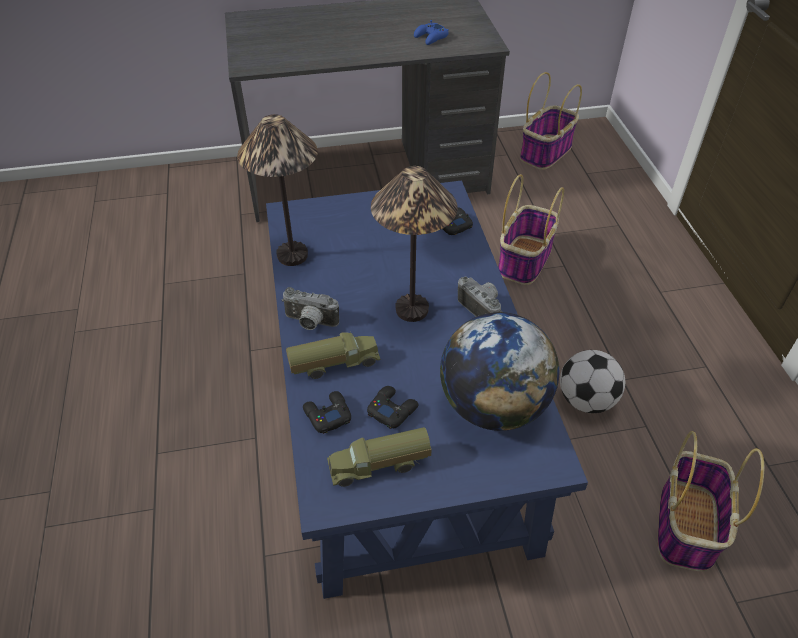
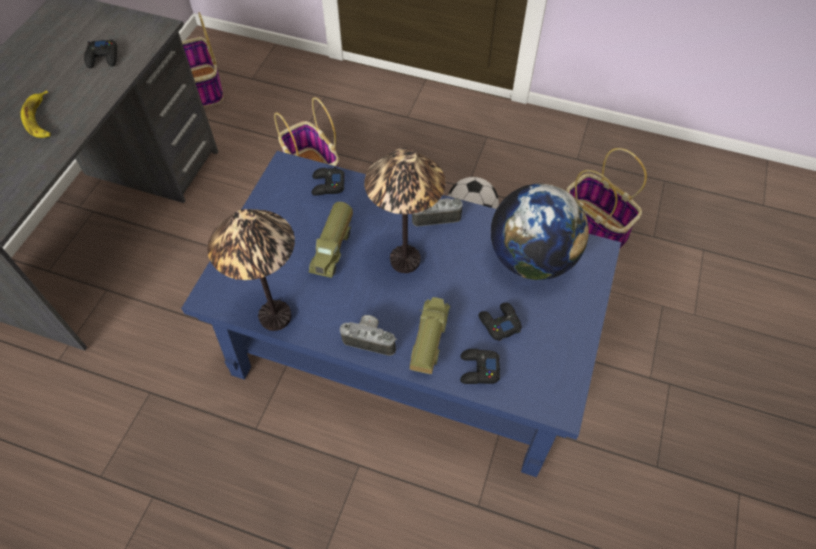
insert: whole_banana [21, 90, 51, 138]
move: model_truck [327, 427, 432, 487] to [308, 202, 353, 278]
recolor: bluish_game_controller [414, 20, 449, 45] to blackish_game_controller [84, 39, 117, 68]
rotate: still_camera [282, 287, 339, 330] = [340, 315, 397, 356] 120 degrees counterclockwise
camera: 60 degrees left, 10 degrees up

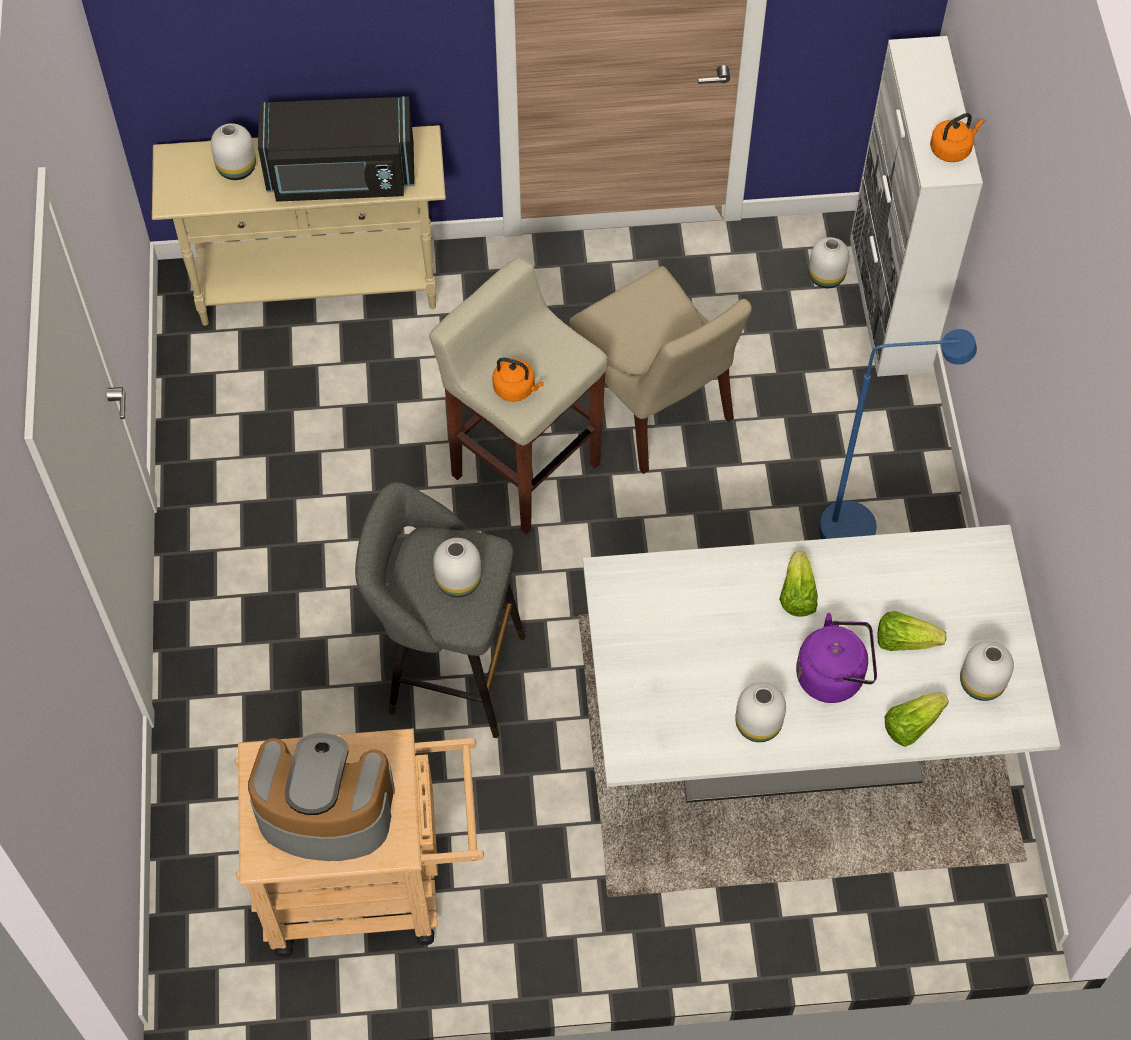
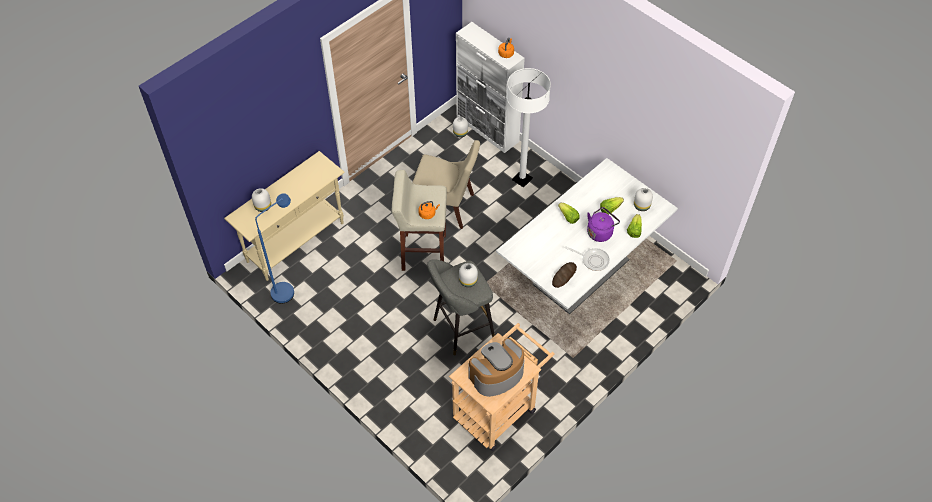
delete: blackish_microwave_oven [258, 96, 415, 202]
insert: white_standard_lamp [507, 68, 551, 187]; bakery_bread [552, 262, 577, 288]
move: bluish_standard_lamp [819, 329, 977, 539] to [255, 193, 294, 303]
replace: white_flower_vase [735, 682, 786, 742] to skillet [565, 246, 610, 271]
camera: 40 degrees left, 5 degrees down

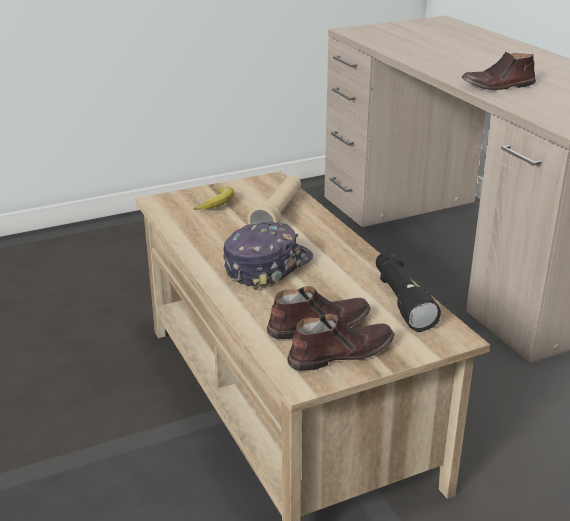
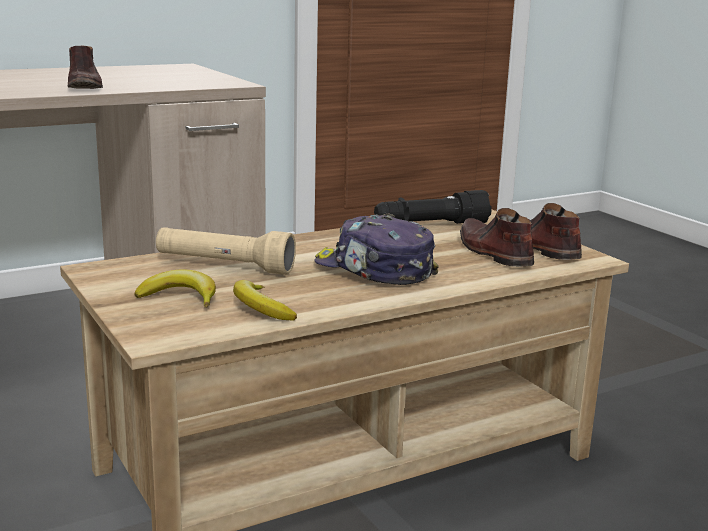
insert: whole_banana [233, 280, 297, 321]
camera: 95 degrees left, 10 degrees down

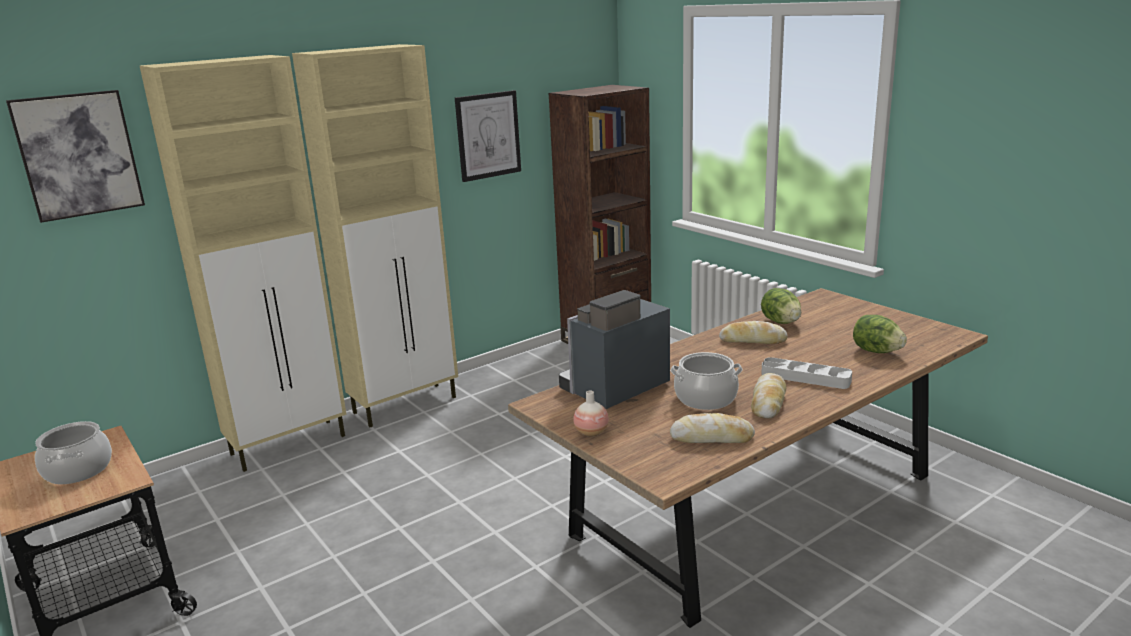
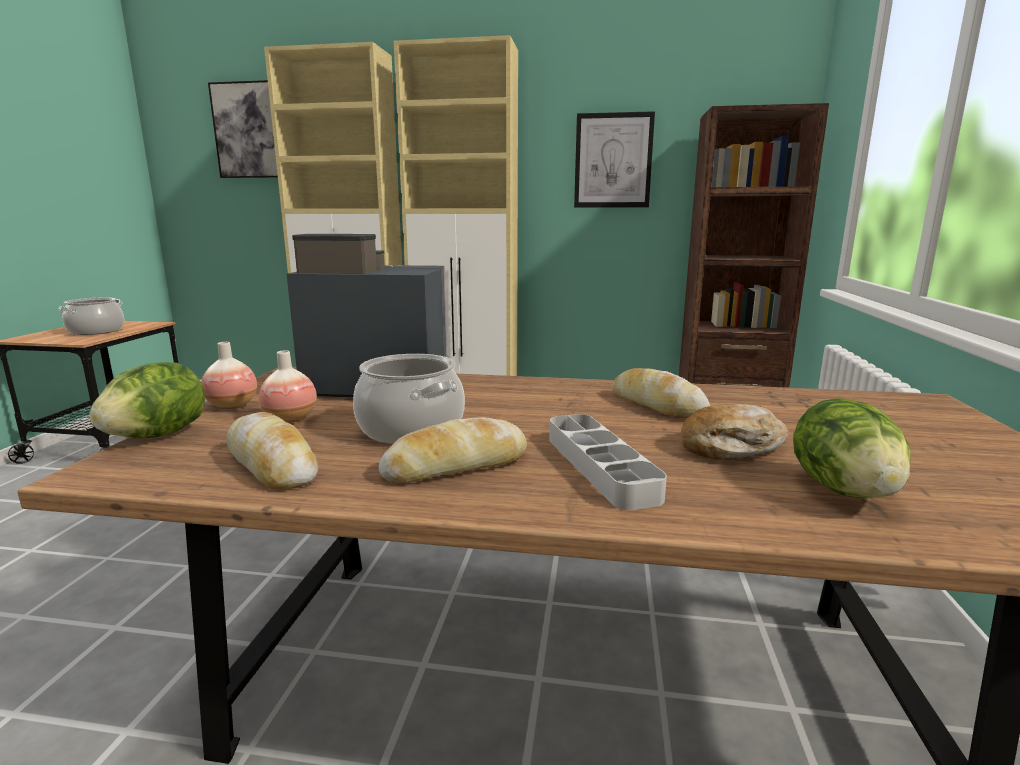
insert: flower_vase [259, 350, 317, 423]; bakery_bread [681, 403, 788, 460]
move: head_of_lettuce [761, 288, 801, 324] to [89, 362, 205, 439]
camera: 45 degrees right, 5 degrees down

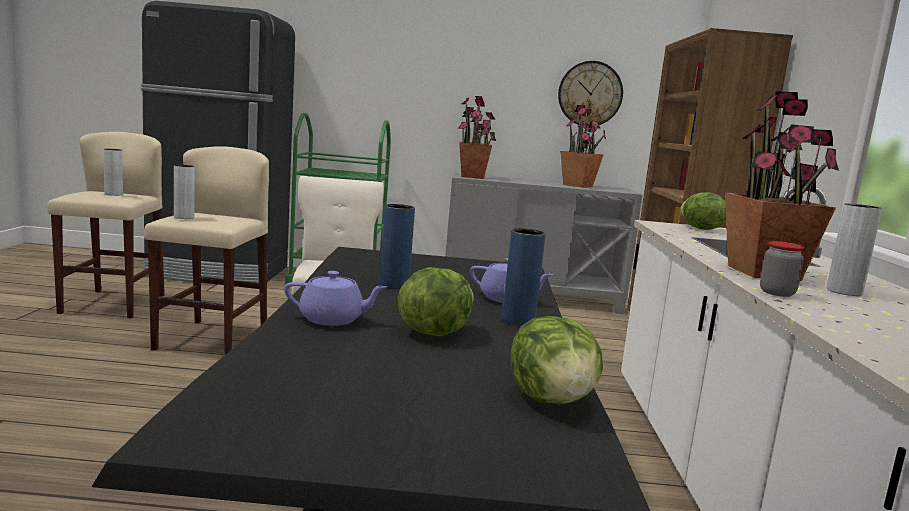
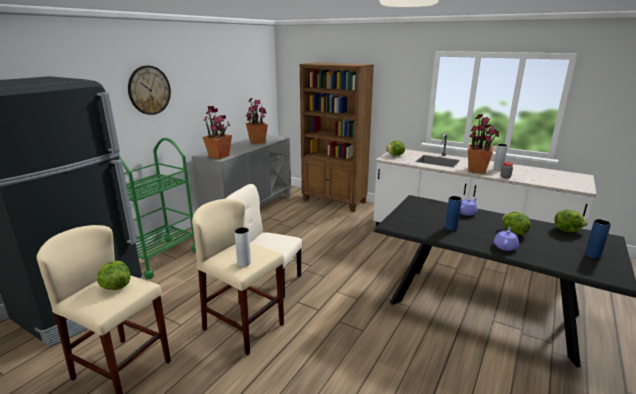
move: bluish_flower_vase [502, 228, 546, 325] to [585, 219, 611, 259]; wall_clock [558, 61, 623, 127] to [128, 66, 171, 115]
replace: grey_flower_vase [103, 149, 123, 196] to head_of_lettuce [97, 261, 130, 290]
camera: 60 degrees left, 10 degrees up

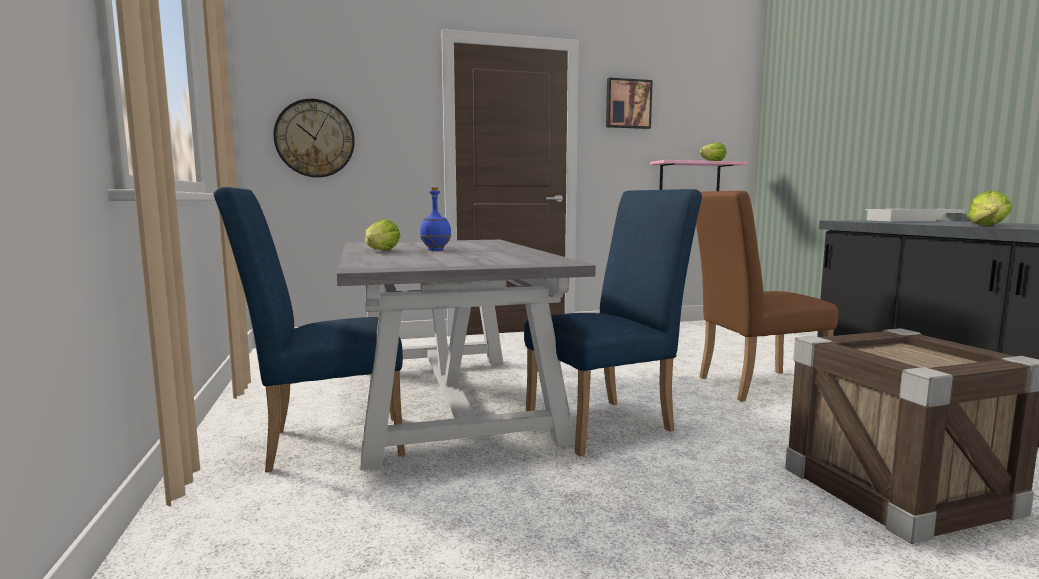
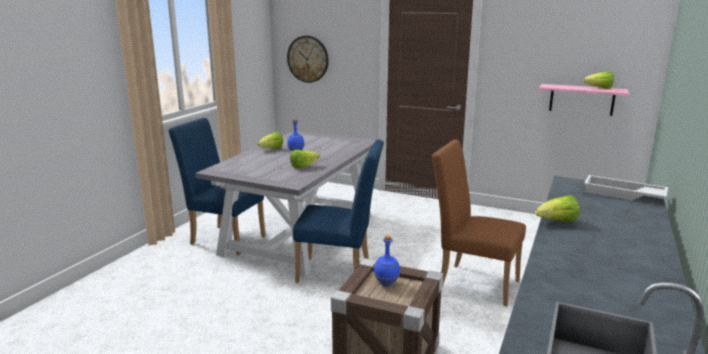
delete: picture [606, 78, 653, 129]
insert: head_of_lettuce [290, 150, 320, 168]; bluish_drink_bottle [374, 235, 400, 286]
camera: 40 degrees right, 10 degrees up

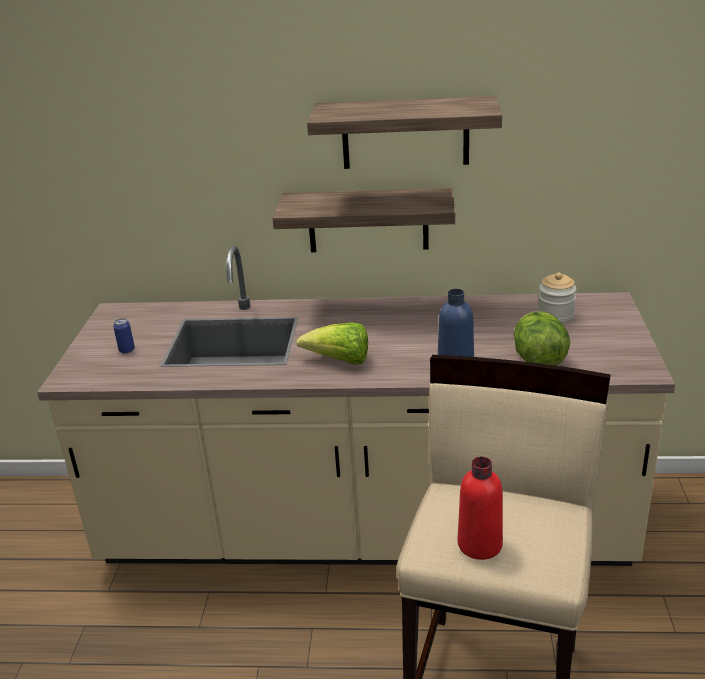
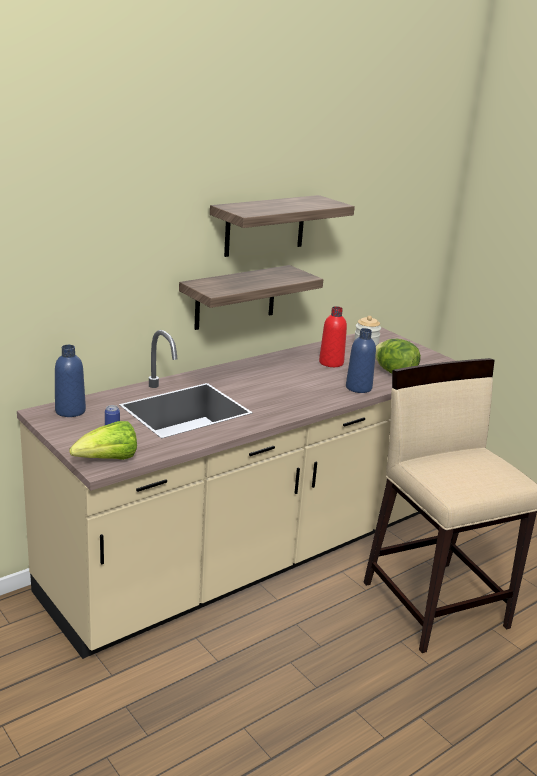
insert: bluish_drink_bottle [55, 345, 86, 417]
move: head_of_lettuce [296, 322, 368, 364] to [70, 421, 137, 460]; reddish_drink_bottle [458, 456, 503, 560] to [319, 306, 347, 367]
camera: 45 degrees left, 5 degrees down

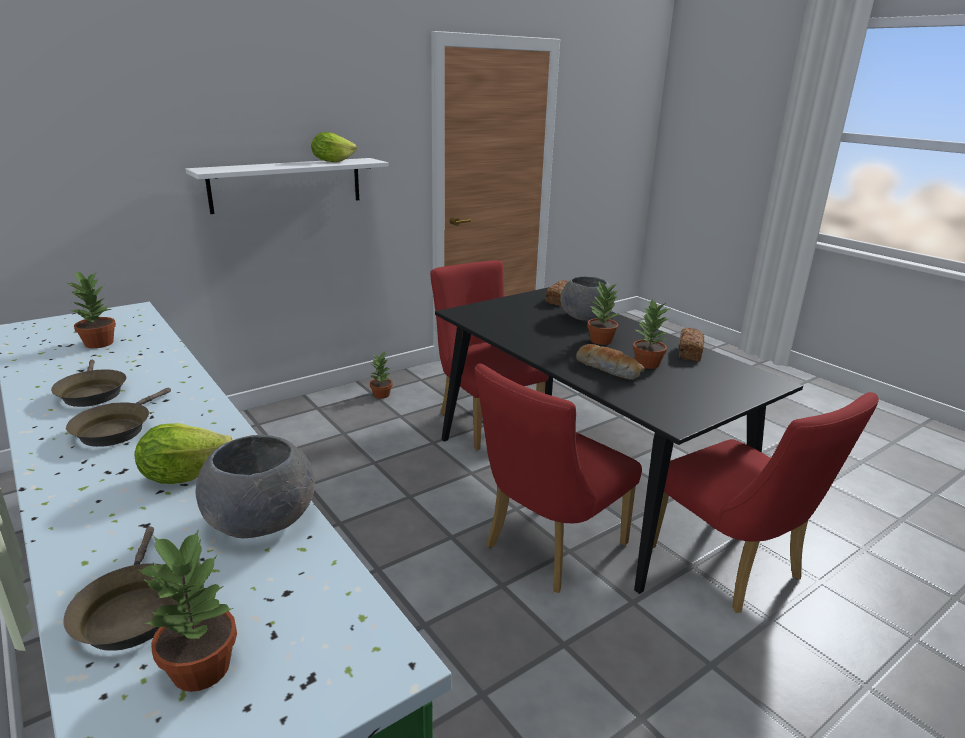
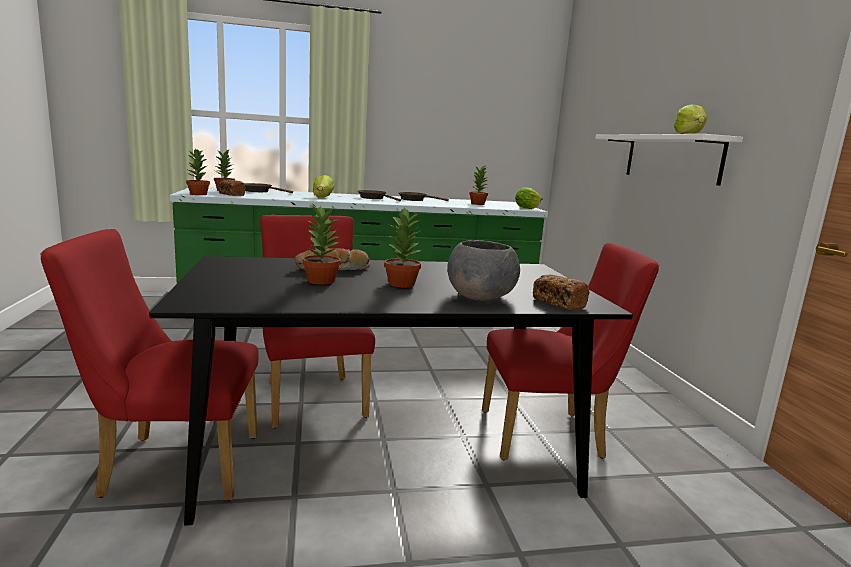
delete: grey_bowl [196, 435, 315, 538]
insert: head_of_lettuce [515, 188, 542, 209]
move: plant_in_a_pot [370, 351, 393, 399] to [186, 149, 210, 195]; bakery_bread [679, 328, 704, 361] to [218, 180, 245, 196]
camera: 115 degrees right, 10 degrees down

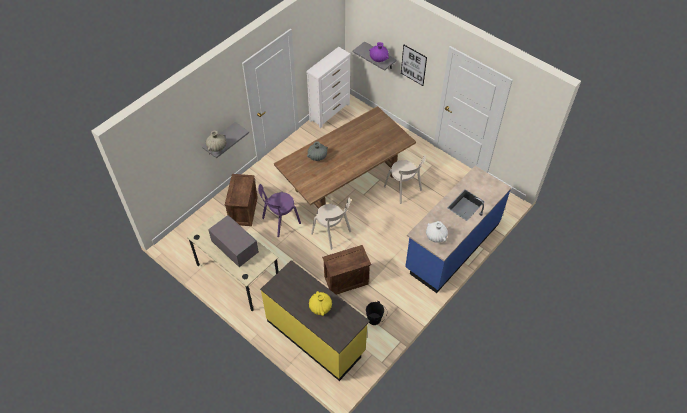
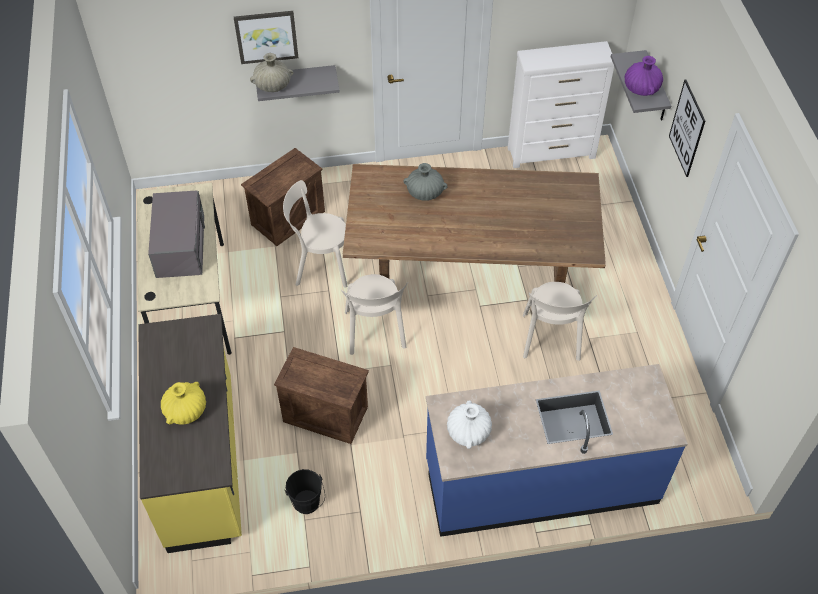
insert: picture [234, 11, 298, 64]
recolor: purplish_plain_chair [258, 184, 301, 237] to sand-coloured_plain_chair [283, 180, 347, 288]
camera: 40 degrees right, 0 degrees up

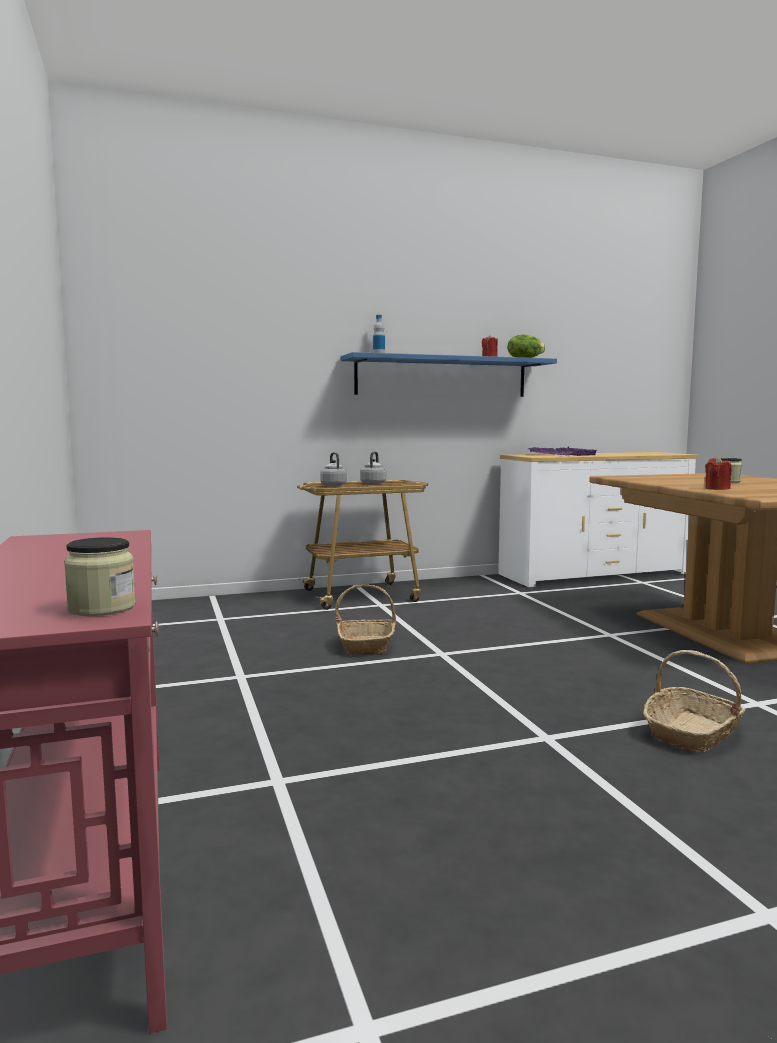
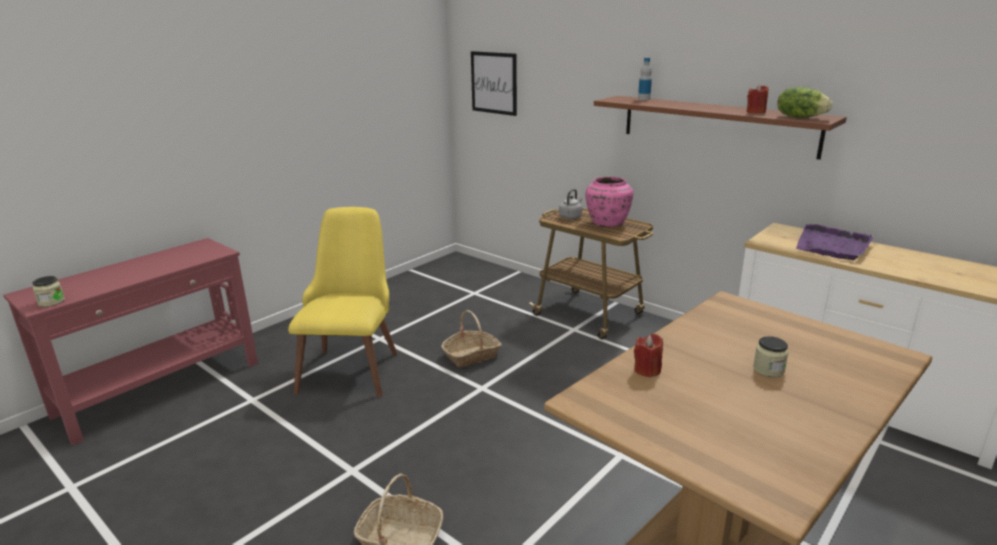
insert: yellowish_plain_chair [288, 207, 397, 397]; picture [471, 51, 517, 116]
replace: grey_kettle [360, 451, 386, 484] to pinkish_flower_vase [586, 177, 633, 227]
recolor: bluish_wall_shelf [341, 352, 557, 397] to brown-coloured_wall_shelf [594, 96, 847, 160]
camera: 60 degrees right, 15 degrees up

